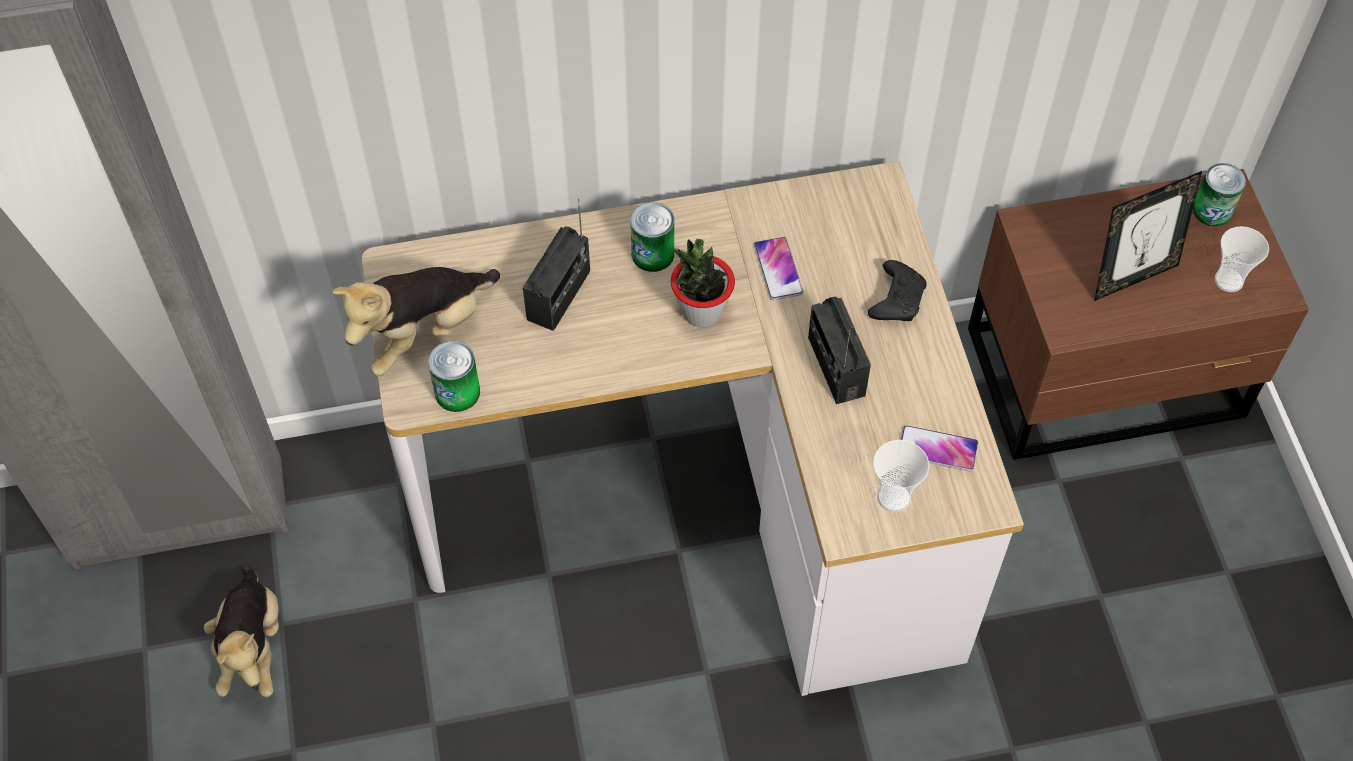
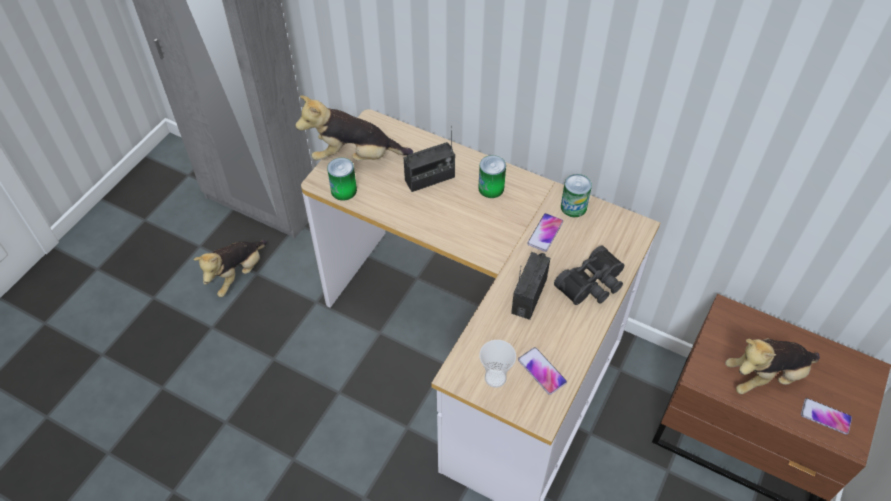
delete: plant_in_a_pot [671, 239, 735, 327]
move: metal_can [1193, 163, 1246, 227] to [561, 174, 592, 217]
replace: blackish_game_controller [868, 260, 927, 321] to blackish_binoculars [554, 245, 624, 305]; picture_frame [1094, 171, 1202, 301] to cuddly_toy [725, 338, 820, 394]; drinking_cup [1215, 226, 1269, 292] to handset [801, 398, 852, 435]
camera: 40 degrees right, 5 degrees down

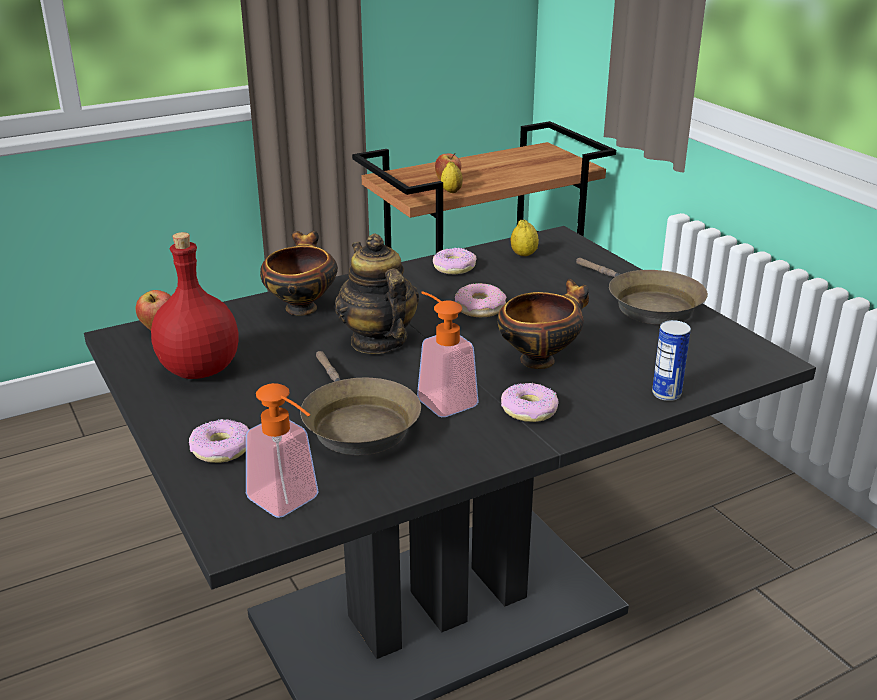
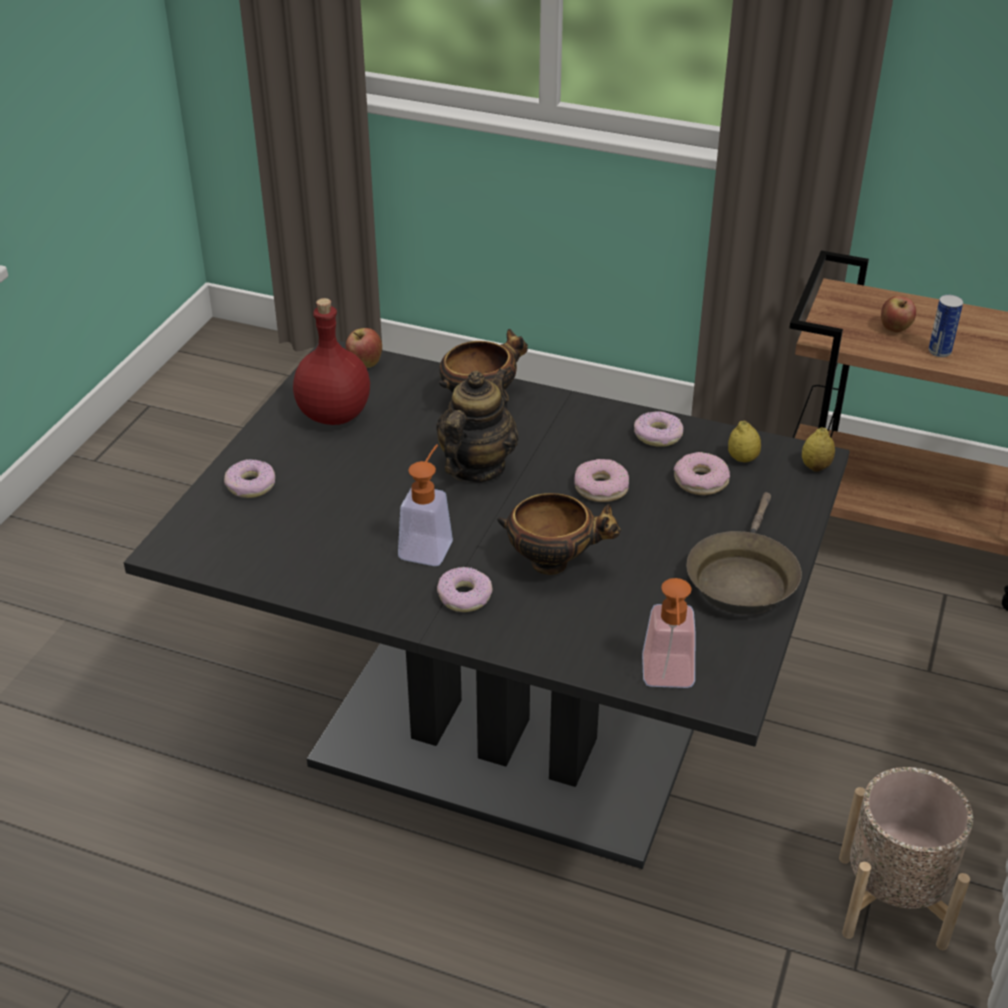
delete: brown-coloured_skillet [300, 351, 421, 455]
insert: doughnut [674, 452, 730, 495]; sand-coloured_flower_pot [839, 767, 973, 950]
move: liquid_soap_bottle [246, 383, 319, 518] to [642, 578, 696, 688]; citrus_fruit [441, 162, 463, 193] to [802, 427, 835, 472]; metal_can [652, 320, 691, 401] to [929, 295, 963, 357]
camera: 50 degrees right, 10 degrees up

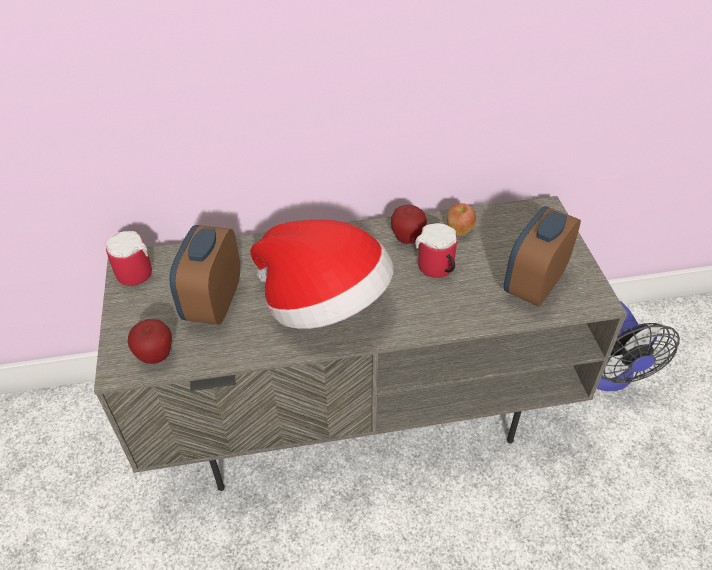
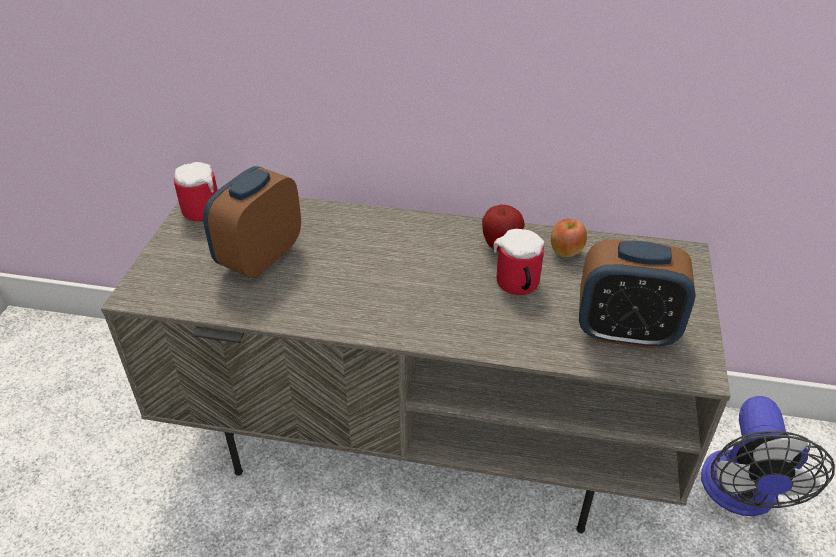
delete: whole_apple [128, 319, 172, 364]; clothing_hat [250, 220, 394, 329]
rotate: alarm_clock [504, 206, 581, 307] = [579, 240, 696, 349] 135 degrees counterclockwise
camera: 20 degrees right, 5 degrees down

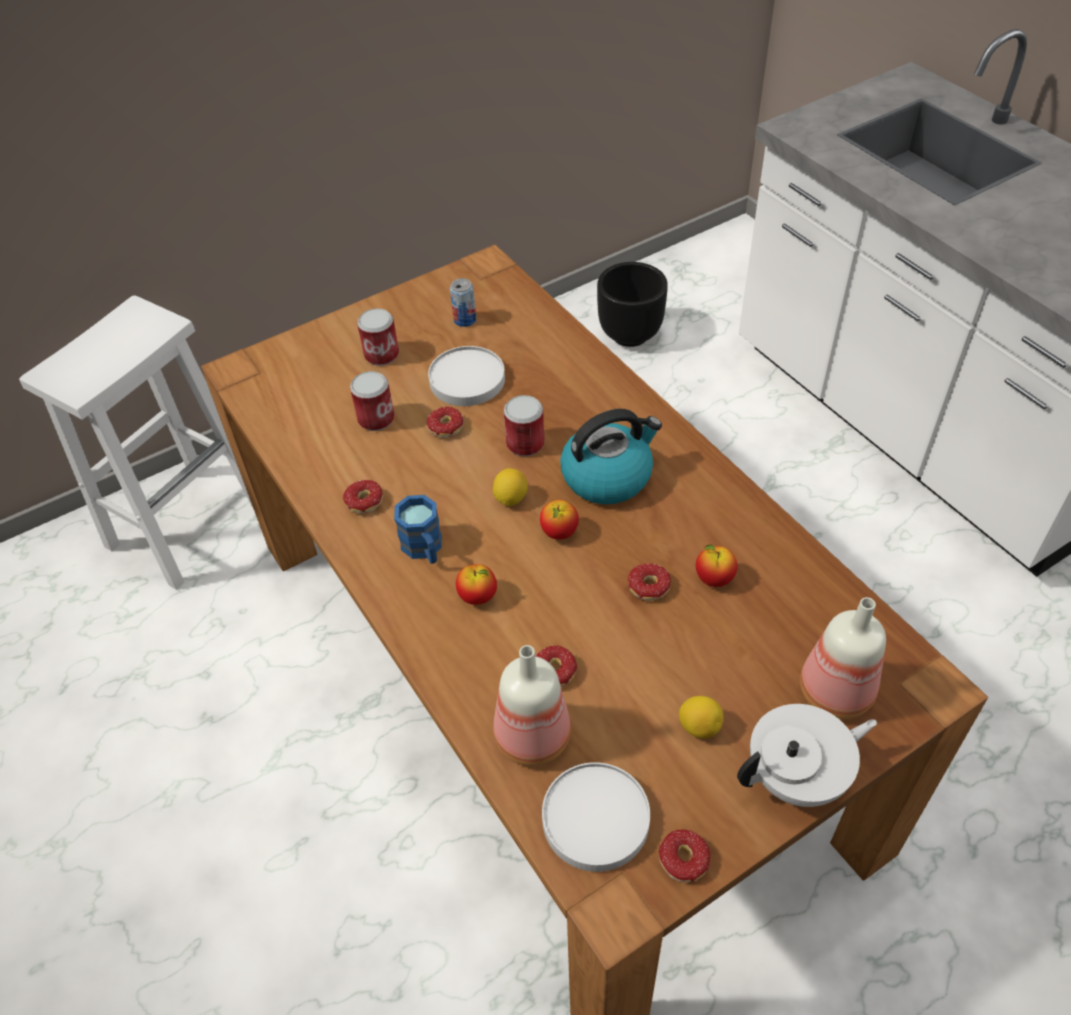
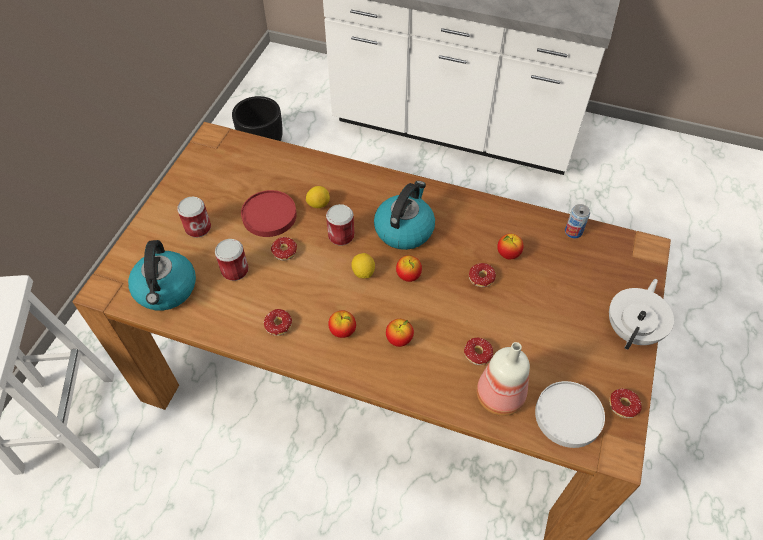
delete: drink_bottle [800, 597, 886, 719]
insert: kettle [128, 240, 196, 311]
move: metal_can [450, 278, 476, 327] to [565, 204, 590, 238]; citrus_fruit [679, 696, 723, 739] to [306, 186, 330, 208]
replace: bluish_mug [394, 495, 442, 564] to whole_apple [328, 311, 356, 338]
recolor: white_dinner_plate [428, 346, 505, 406] to reddish_dinner_plate [241, 190, 297, 237]
camera: 40 degrees left, 5 degrees up

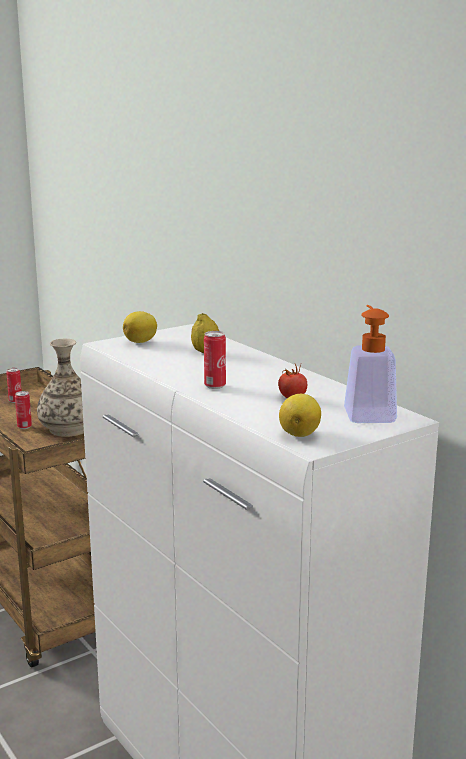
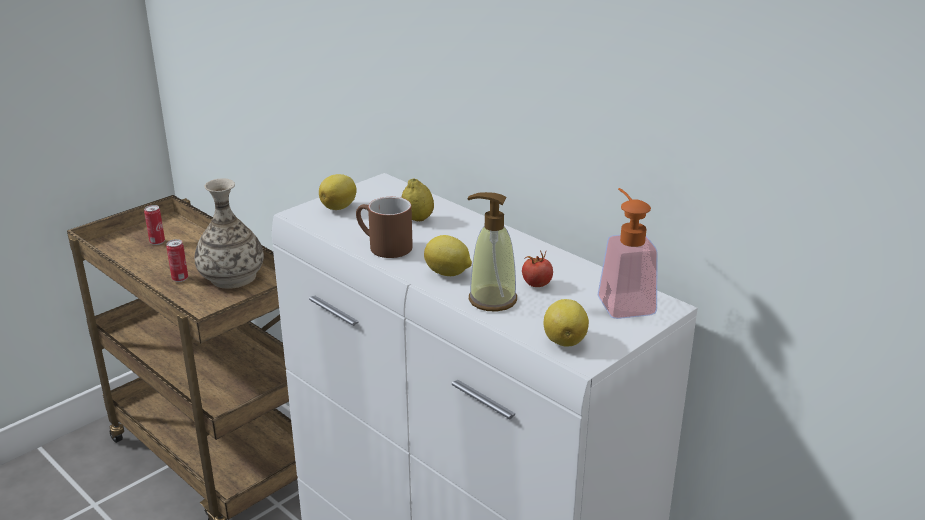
insert: brown-coloured_mug [356, 197, 413, 258]; liquid_soap_bottle [467, 192, 517, 311]
replace: metal_can [204, 331, 226, 389] to citrus_fruit [424, 235, 472, 276]
camera: 10 degrees left, 10 degrees up

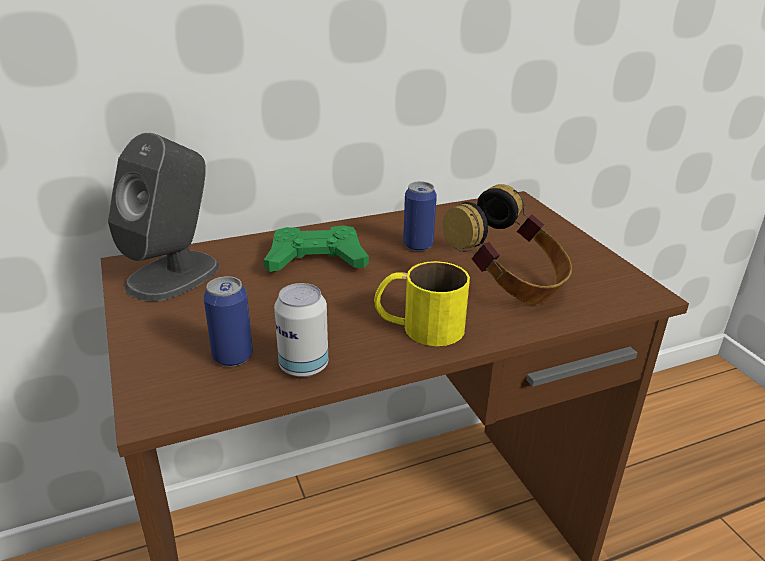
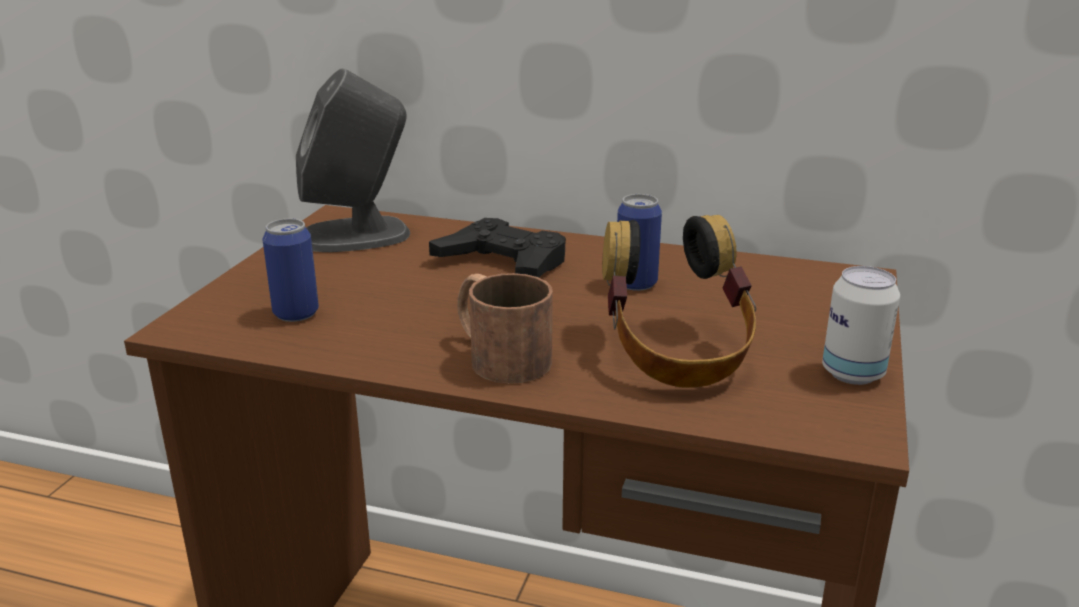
move: metal_can [274, 283, 328, 377] to [822, 266, 900, 385]
recolor: greenish_game_controller [264, 225, 369, 272] to blackish_game_controller [429, 218, 566, 278]; yellowish_mug [374, 261, 470, 346] to brown-coloured_mug [457, 273, 553, 384]
camera: 40 degrees right, 5 degrees down

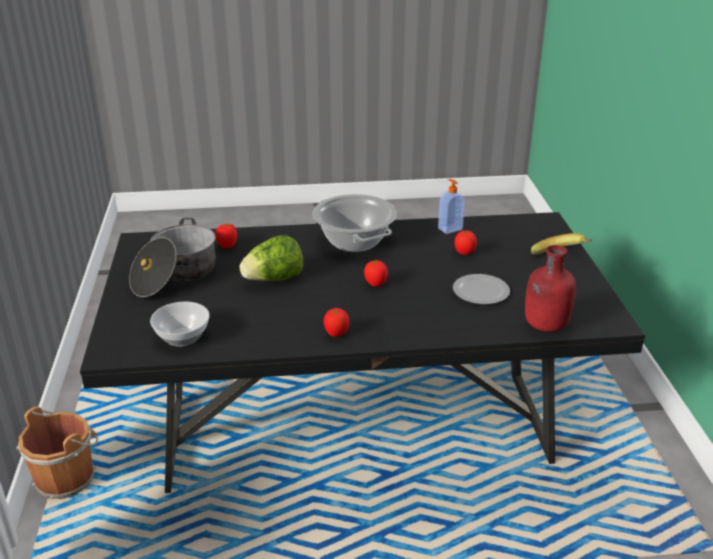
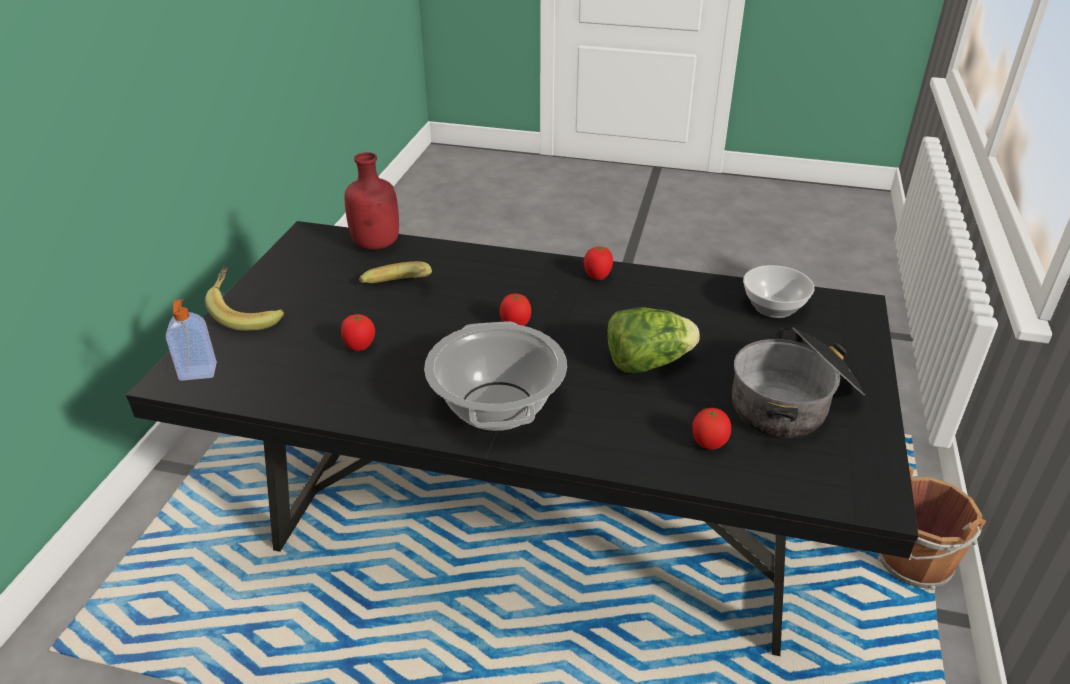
move: liquid_soap_bottle [438, 179, 465, 234] to [166, 299, 217, 381]
replace: dinner_plate [453, 274, 510, 305] to whole_banana [359, 261, 432, 283]
camera: 160 degrees left, 5 degrees up

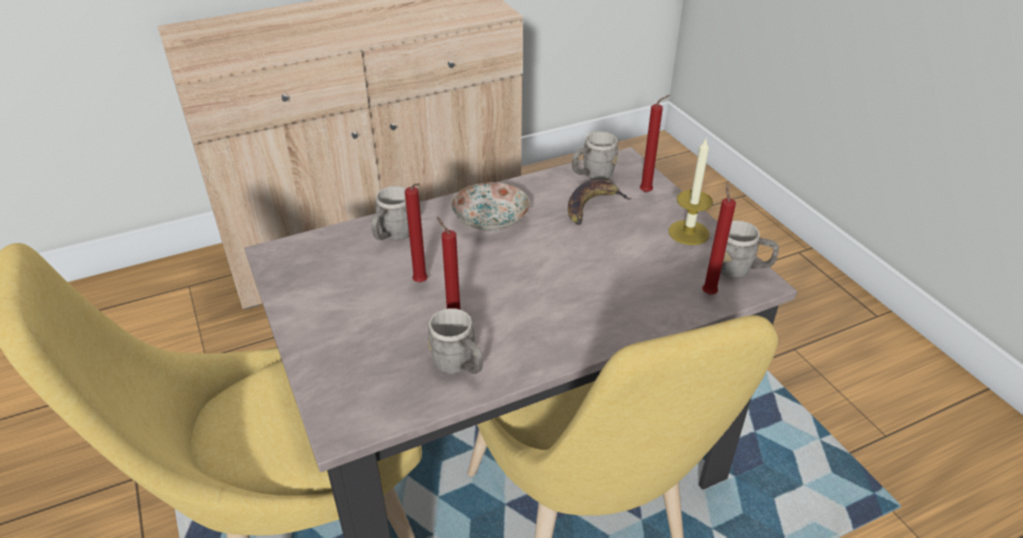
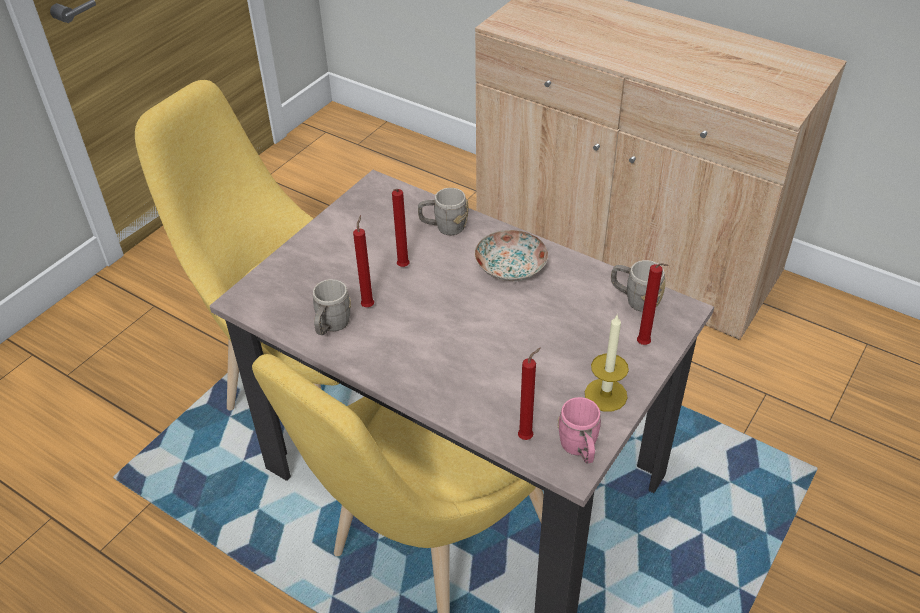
delete: whole_banana [568, 179, 632, 225]
recolor: grey_mug [721, 220, 779, 278] to pinkish_mug [557, 397, 601, 464]
camera: 60 degrees right, 5 degrees up

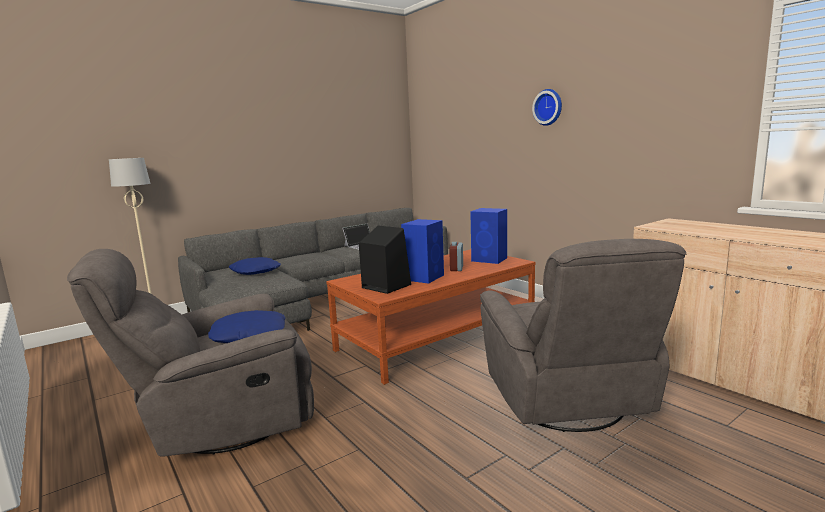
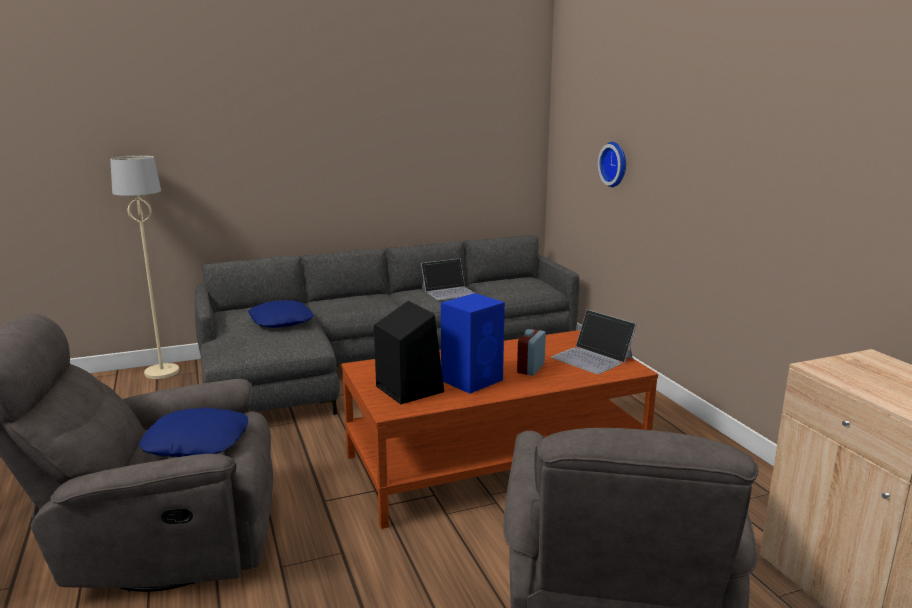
move: wall_clock [532, 89, 562, 126] to [598, 142, 626, 187]
replace: bluish_audio_speaker [470, 208, 507, 264] to portable_computer [551, 310, 637, 374]
camera: 15 degrees right, 5 degrees up

